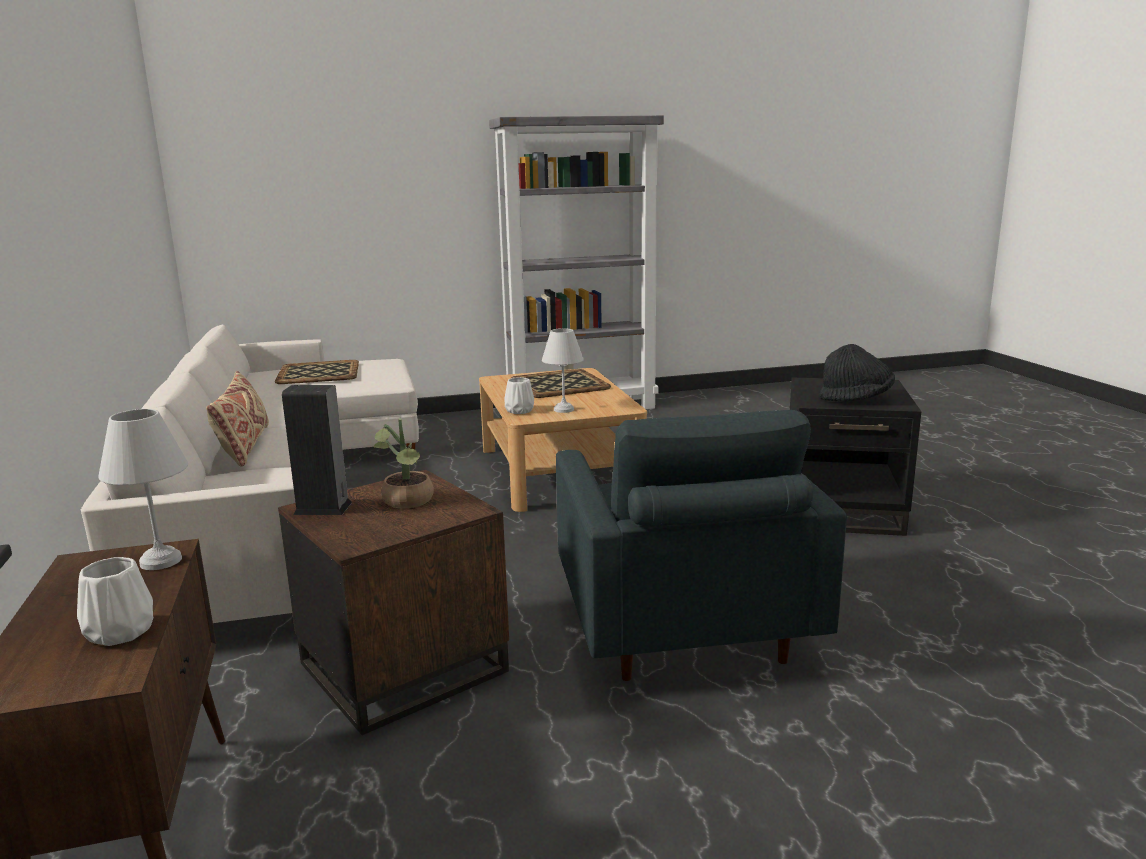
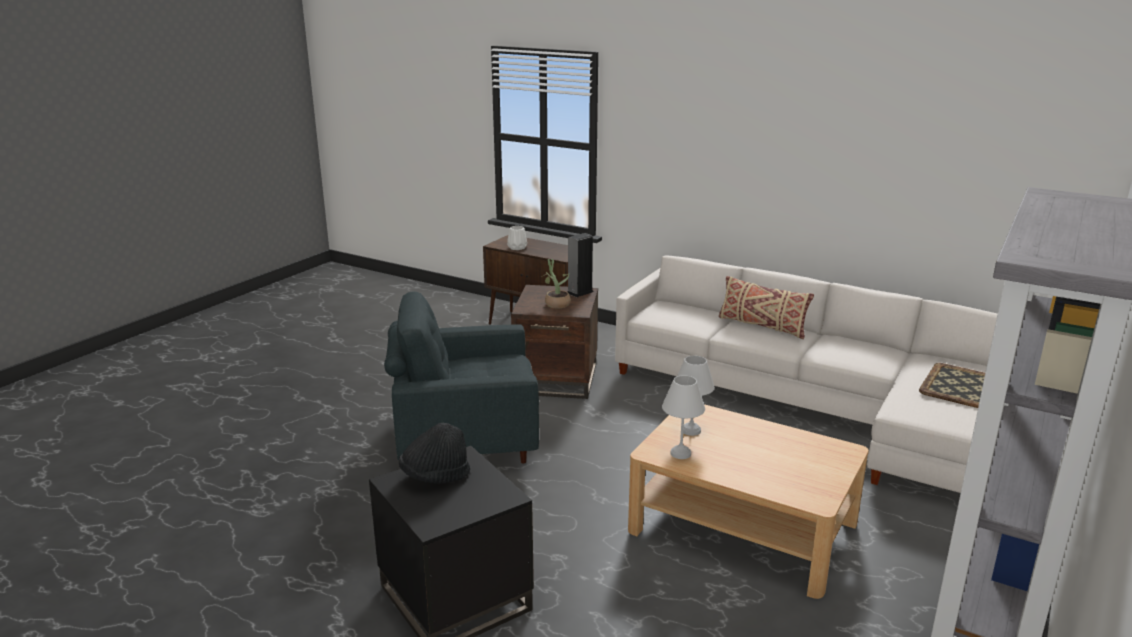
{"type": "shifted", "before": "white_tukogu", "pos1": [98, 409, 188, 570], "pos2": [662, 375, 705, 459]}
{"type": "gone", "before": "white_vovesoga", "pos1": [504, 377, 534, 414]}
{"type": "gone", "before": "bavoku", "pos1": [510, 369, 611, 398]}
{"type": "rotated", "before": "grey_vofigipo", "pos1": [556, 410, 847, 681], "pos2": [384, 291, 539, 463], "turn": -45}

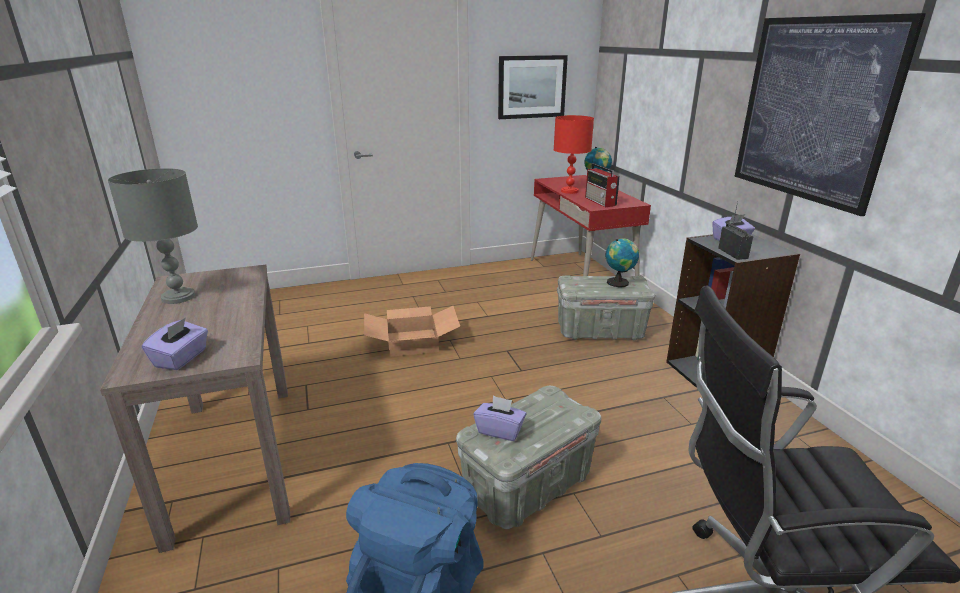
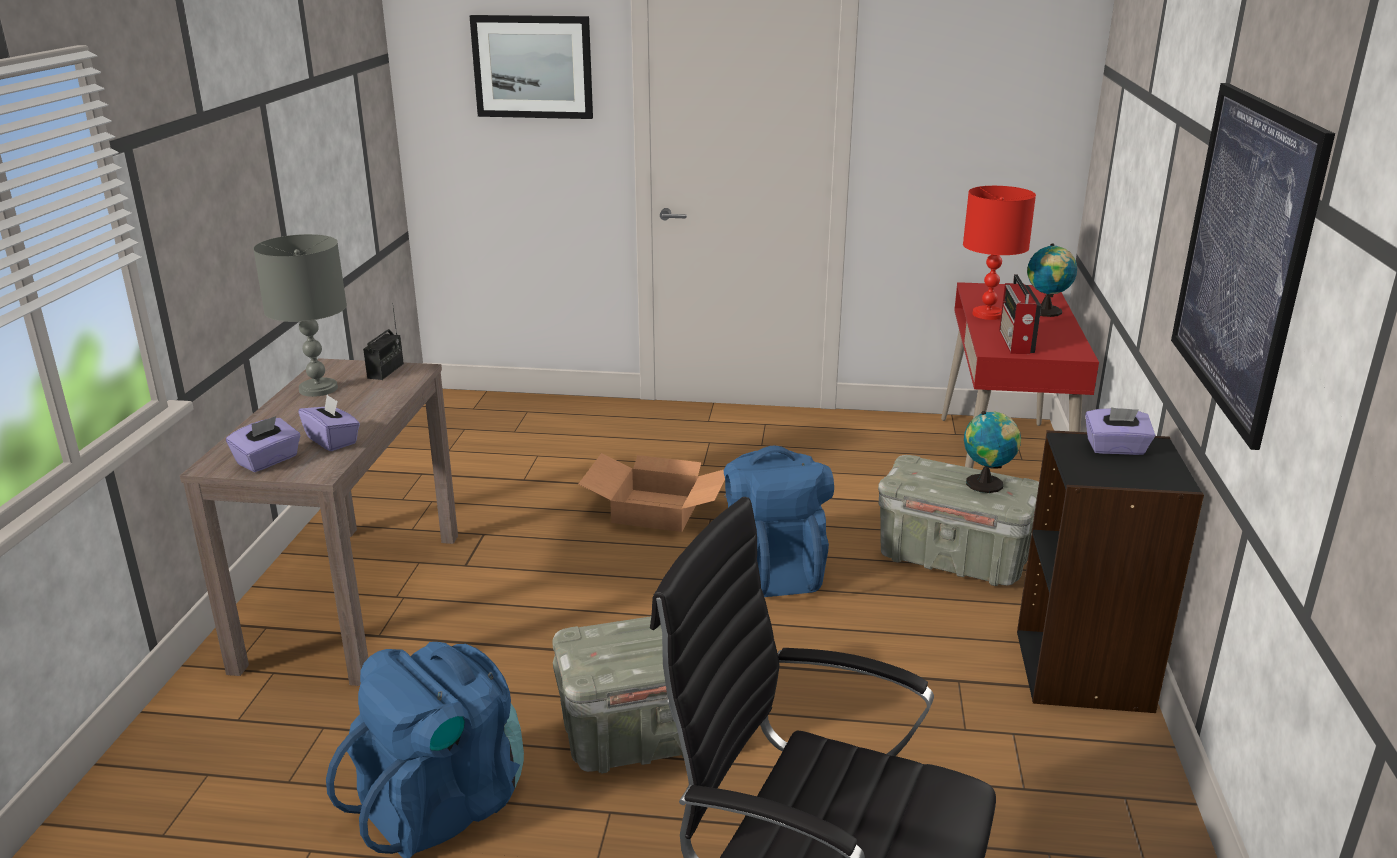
{"type": "shifted", "before": "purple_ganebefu", "pos1": [474, 396, 526, 441], "pos2": [298, 394, 360, 451]}
{"type": "shifted", "before": "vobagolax", "pos1": [498, 55, 568, 119], "pos2": [470, 15, 593, 119]}
{"type": "shifted", "before": "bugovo", "pos1": [718, 201, 753, 260], "pos2": [363, 302, 404, 380]}
{"type": "new", "after": "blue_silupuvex", "pos2": [724, 446, 834, 597]}

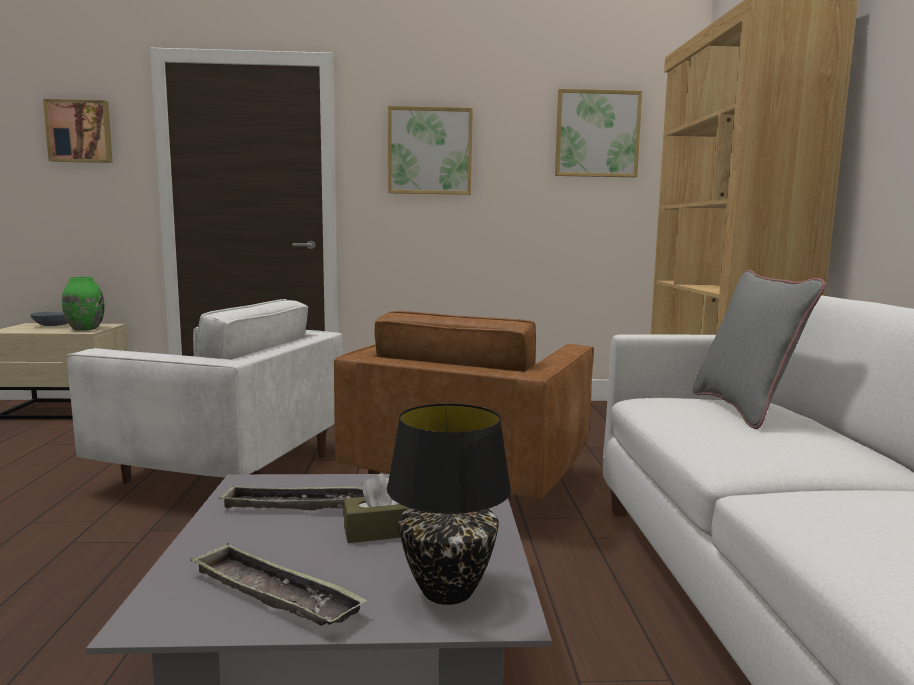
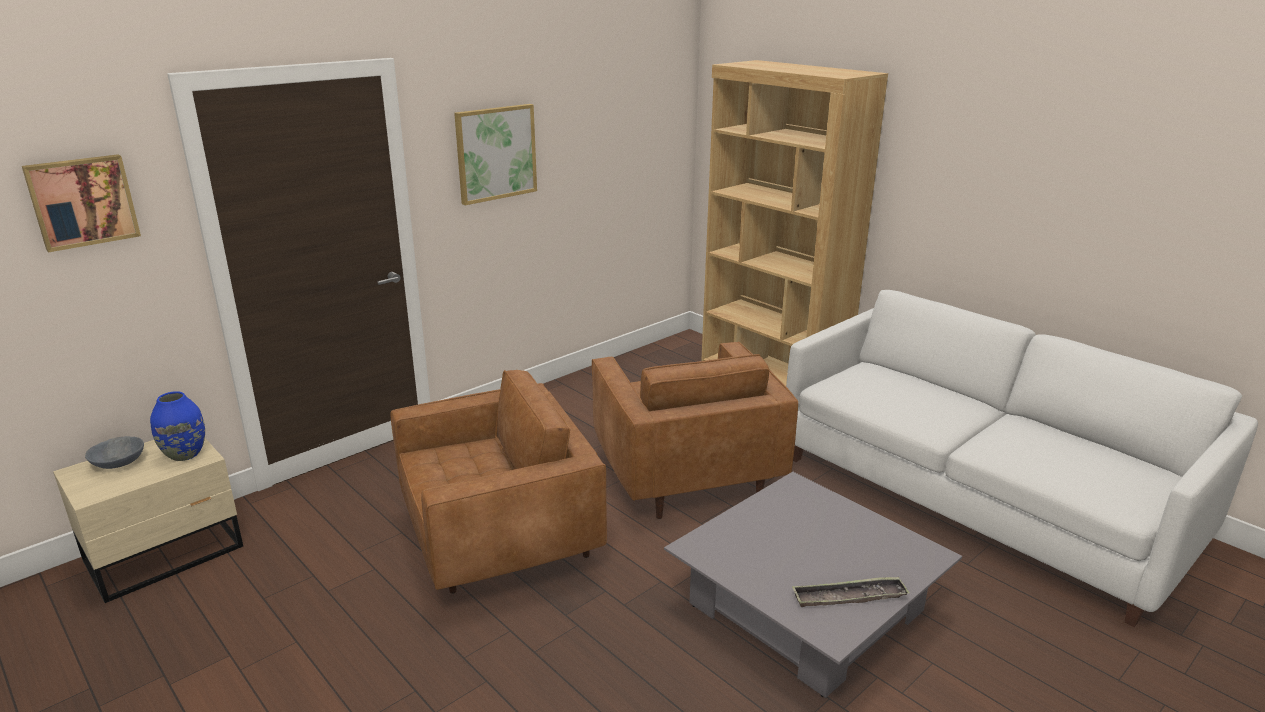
{"type": "repainted", "before": "green_vovesoga", "after": "blue_vovesoga", "pos1": [62, 277, 105, 331], "pos2": [150, 391, 205, 461]}
{"type": "repainted", "before": "white_vofigipo", "after": "brown_vofigipo", "pos1": [67, 299, 343, 484], "pos2": [390, 370, 607, 594]}
{"type": "gone", "before": "bavoku", "pos1": [218, 485, 364, 510]}
{"type": "gone", "before": "brown_ganebefu", "pos1": [343, 474, 408, 543]}
{"type": "gone", "before": "black_tukogu", "pos1": [387, 403, 511, 605]}
{"type": "gone", "before": "vobagolax", "pos1": [555, 89, 642, 177]}
{"type": "gone", "before": "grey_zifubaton", "pos1": [693, 270, 826, 429]}

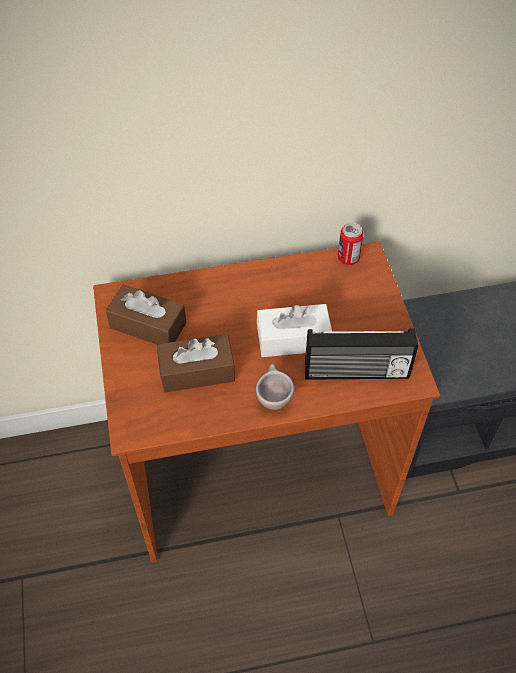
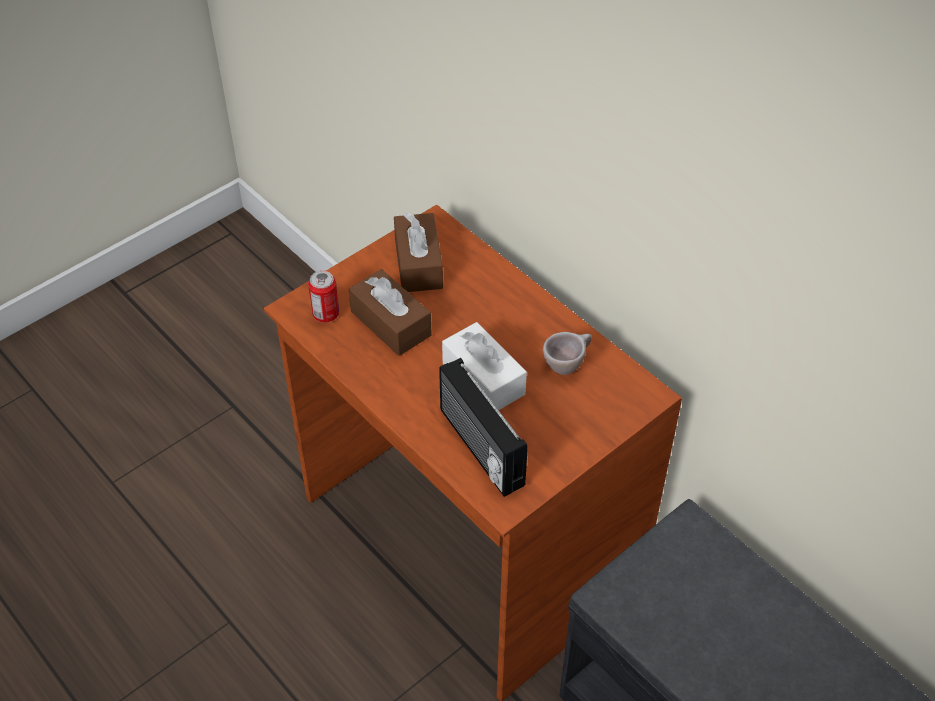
{"type": "shifted", "before": "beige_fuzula", "pos1": [256, 364, 294, 410], "pos2": [543, 332, 592, 375]}
{"type": "shifted", "before": "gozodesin", "pos1": [338, 223, 364, 265], "pos2": [308, 271, 339, 322]}

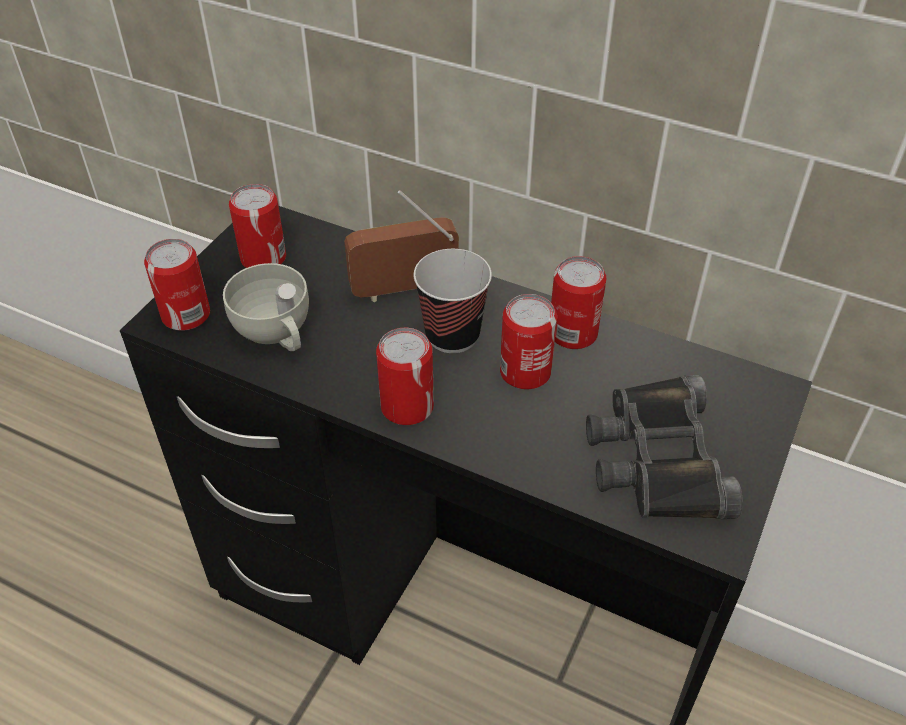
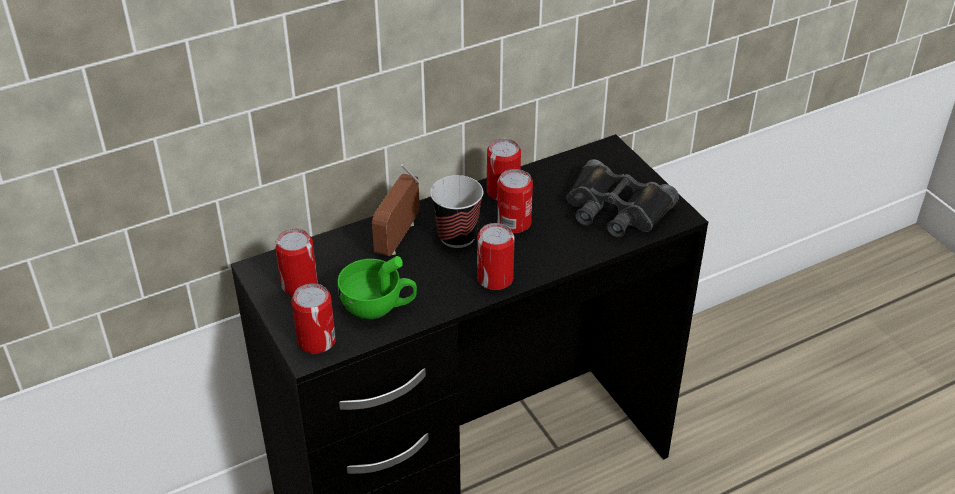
{"type": "repainted", "before": "white_fuzula", "after": "green_fuzula", "pos1": [223, 263, 309, 351], "pos2": [338, 256, 417, 319]}

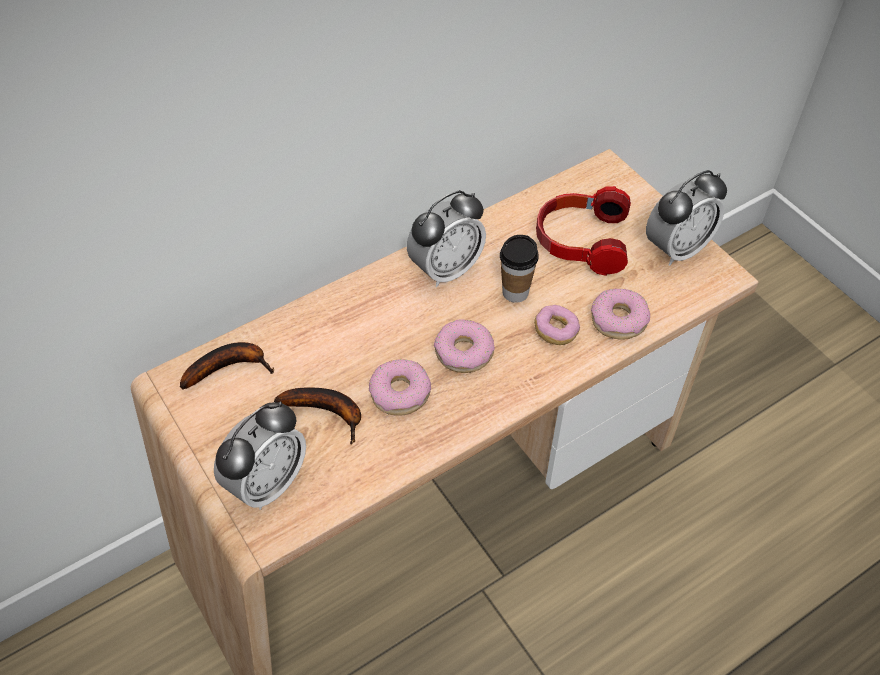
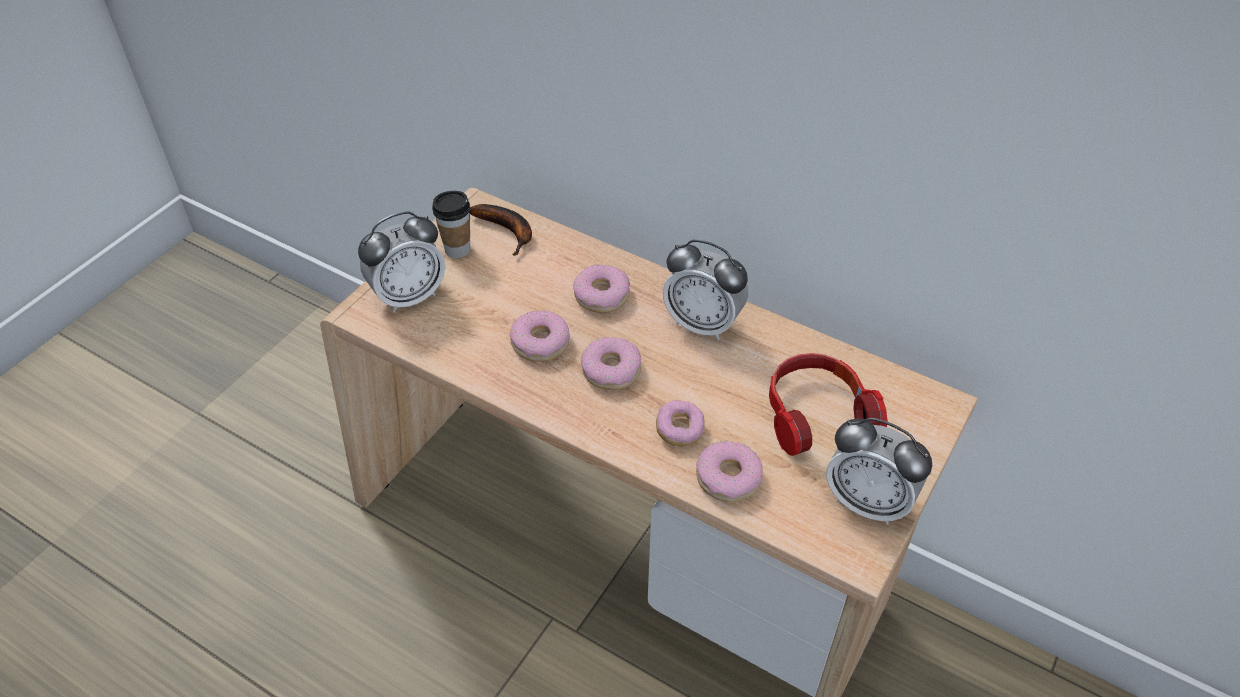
{"type": "rotated", "before": "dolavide", "pos1": [214, 401, 306, 510], "pos2": [358, 211, 445, 313], "turn": -45}
{"type": "gone", "before": "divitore", "pos1": [274, 387, 361, 445]}
{"type": "shifted", "before": "fuzula", "pos1": [500, 235, 539, 303], "pos2": [432, 191, 471, 258]}
{"type": "new", "after": "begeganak", "pos2": [573, 264, 630, 313]}

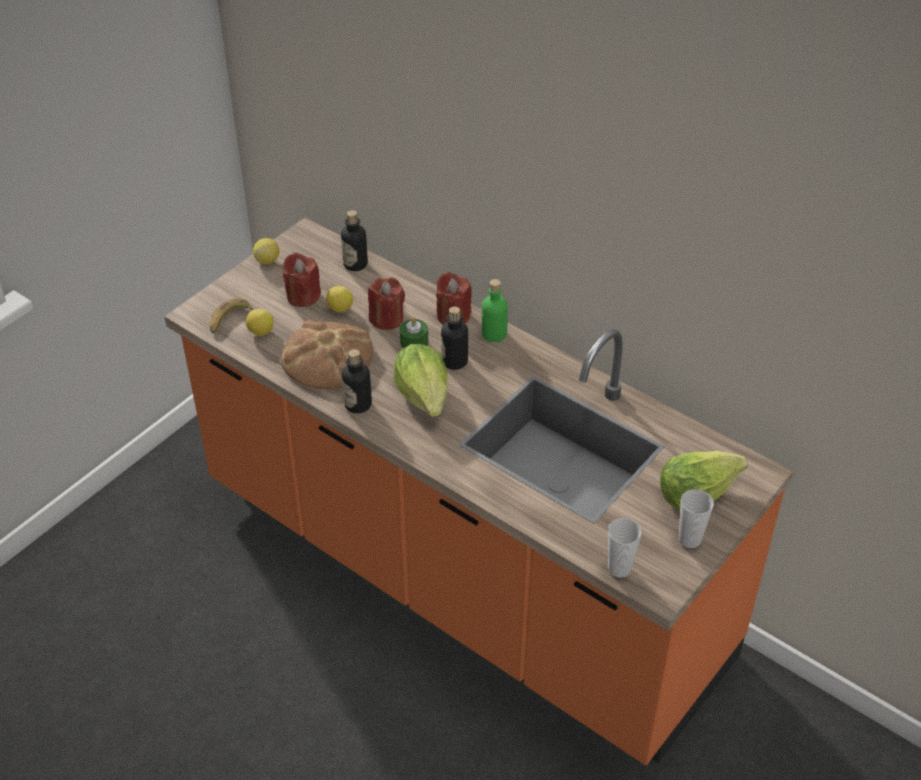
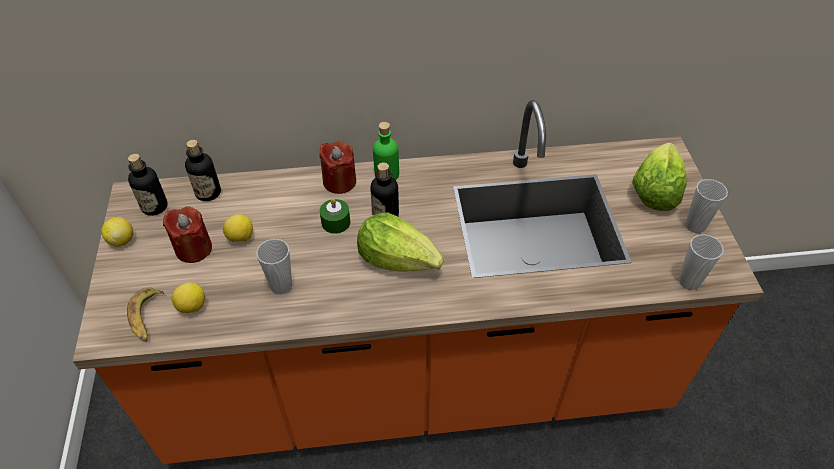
{"type": "swapped", "before": "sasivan", "after": "fuzula", "pos1": [281, 320, 373, 389], "pos2": [256, 239, 292, 295]}
{"type": "shifted", "before": "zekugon", "pos1": [342, 349, 372, 413], "pos2": [128, 154, 168, 216]}
{"type": "gone", "before": "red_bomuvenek", "pos1": [368, 277, 405, 330]}

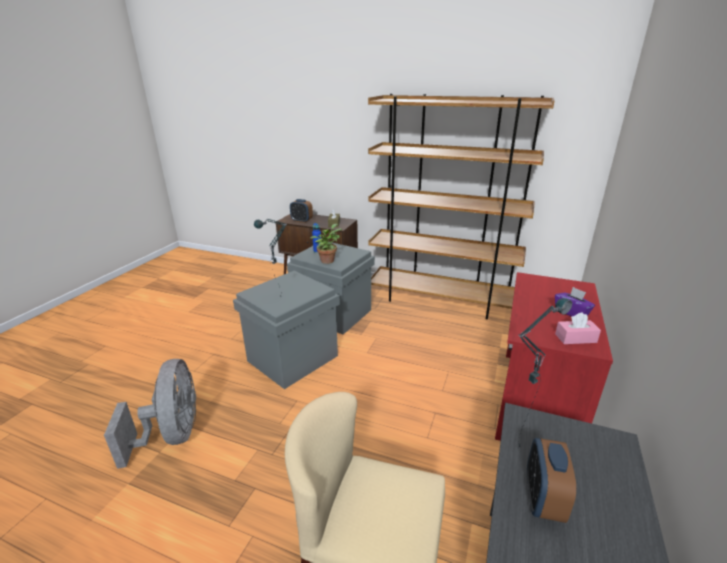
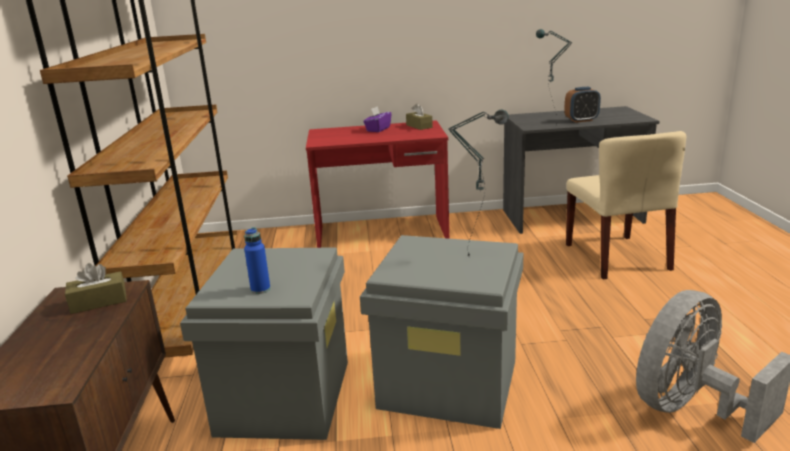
{"type": "gone", "before": "dolavide", "pos1": [290, 199, 313, 223]}
{"type": "gone", "before": "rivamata", "pos1": [310, 224, 342, 264]}
{"type": "repainted", "before": "pink_ganebefu", "after": "brown_ganebefu", "pos1": [555, 312, 601, 344], "pos2": [406, 103, 433, 130]}

